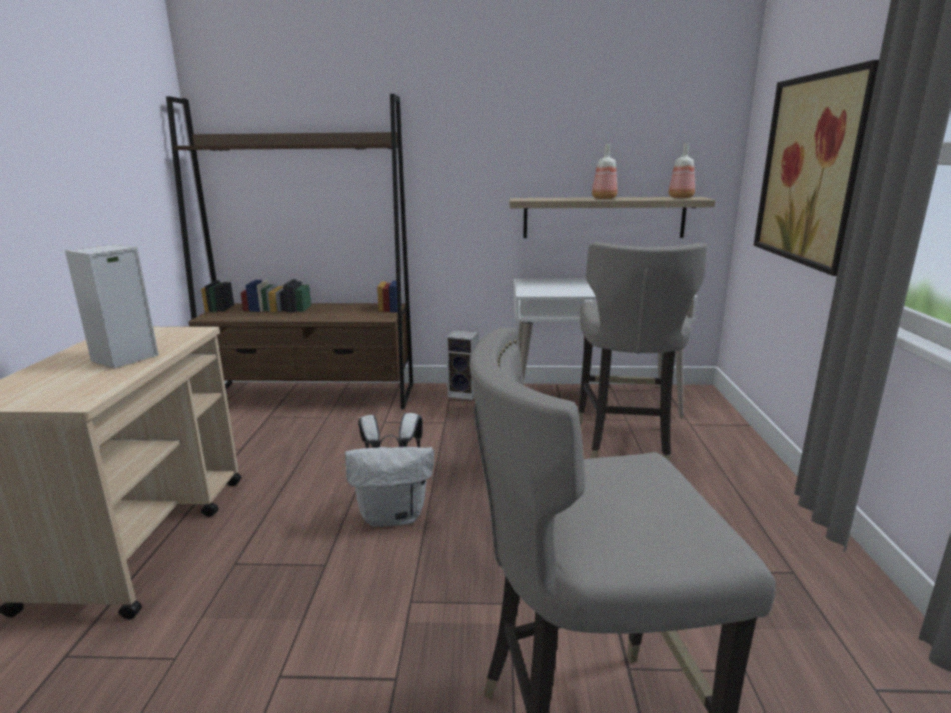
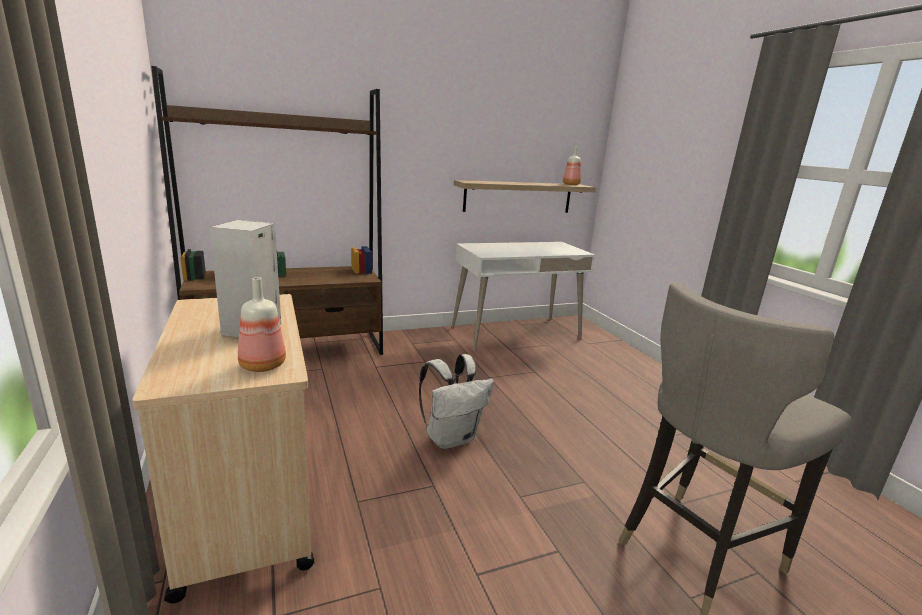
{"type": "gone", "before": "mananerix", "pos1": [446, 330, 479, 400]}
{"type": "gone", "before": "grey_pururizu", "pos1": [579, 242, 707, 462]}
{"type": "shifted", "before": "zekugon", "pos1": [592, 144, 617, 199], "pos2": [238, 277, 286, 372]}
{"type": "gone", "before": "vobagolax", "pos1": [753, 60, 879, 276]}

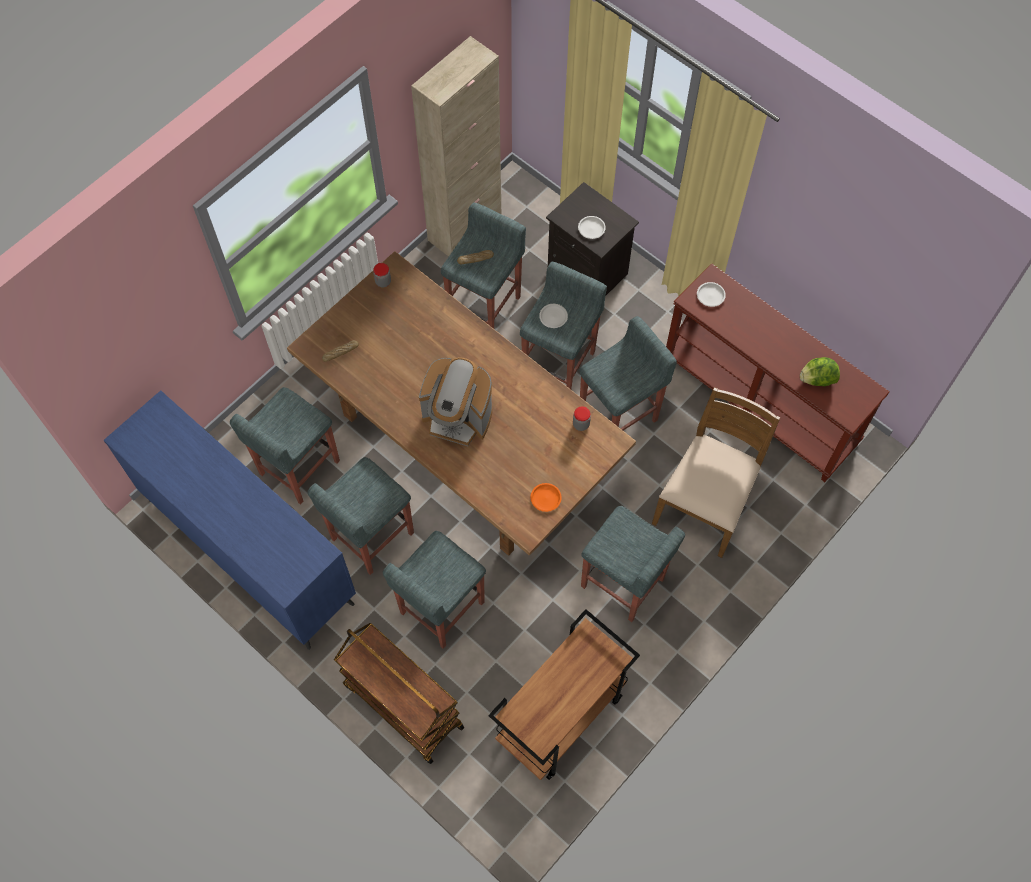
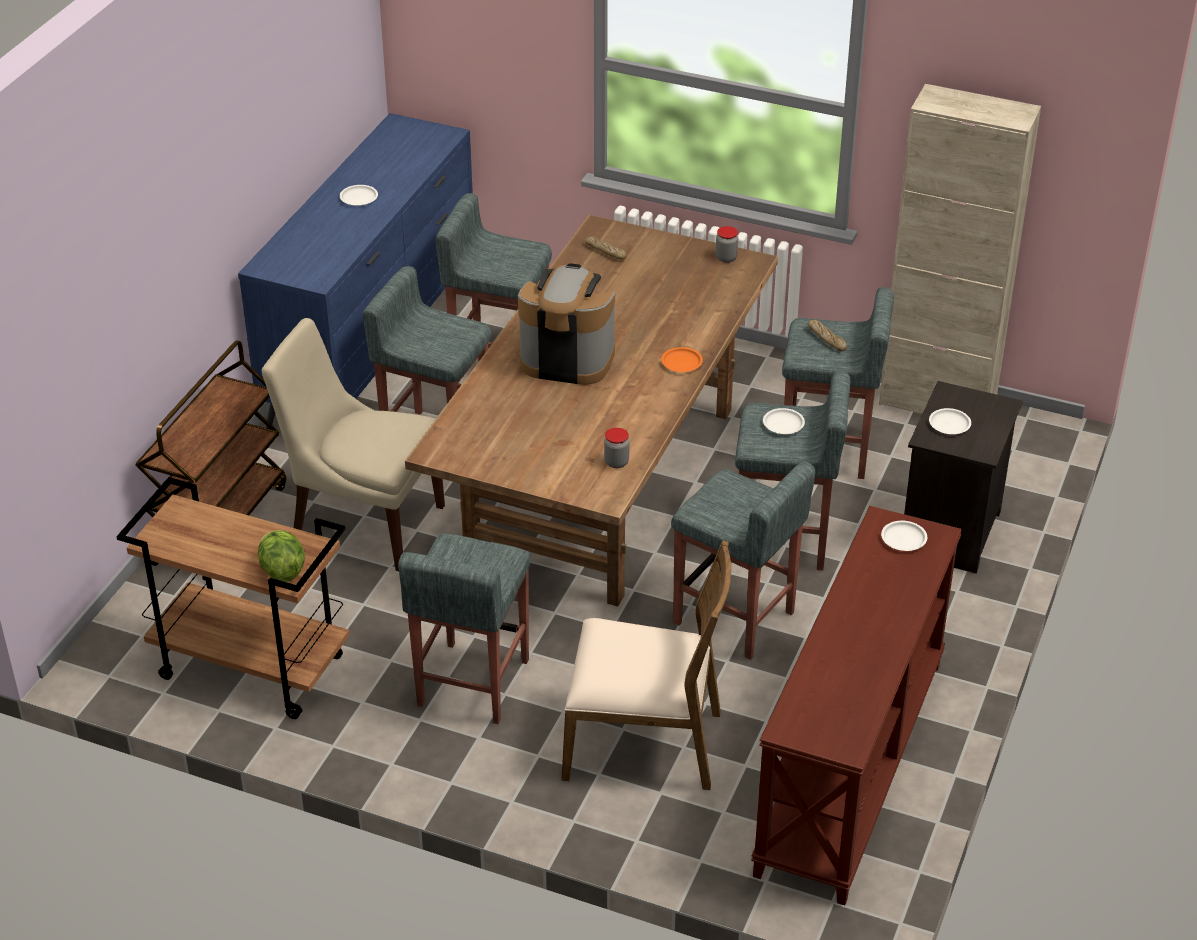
{"type": "swapped", "before": "grey_pururizu", "after": "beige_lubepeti", "pos1": [383, 531, 486, 648], "pos2": [262, 318, 445, 571]}
{"type": "rotated", "before": "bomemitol", "pos1": [419, 357, 492, 446], "pos2": [518, 263, 615, 385], "turn": 105}
{"type": "shifted", "before": "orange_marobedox", "pos1": [530, 483, 561, 512], "pos2": [661, 347, 703, 372]}
{"type": "shifted", "before": "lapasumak", "pos1": [800, 357, 840, 386], "pos2": [258, 530, 305, 582]}
{"type": "new", "after": "white_marobedox", "pos2": [340, 185, 378, 206]}

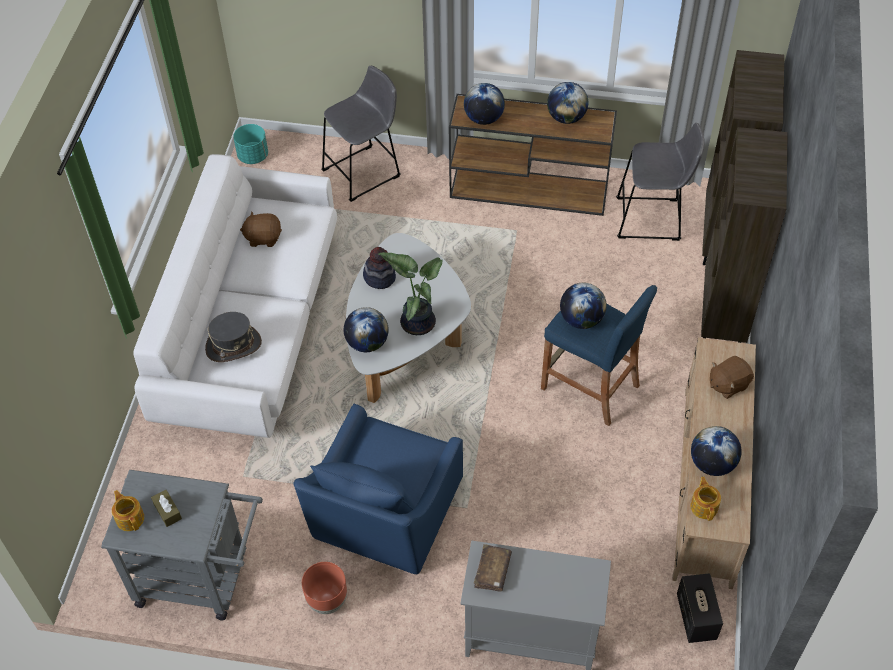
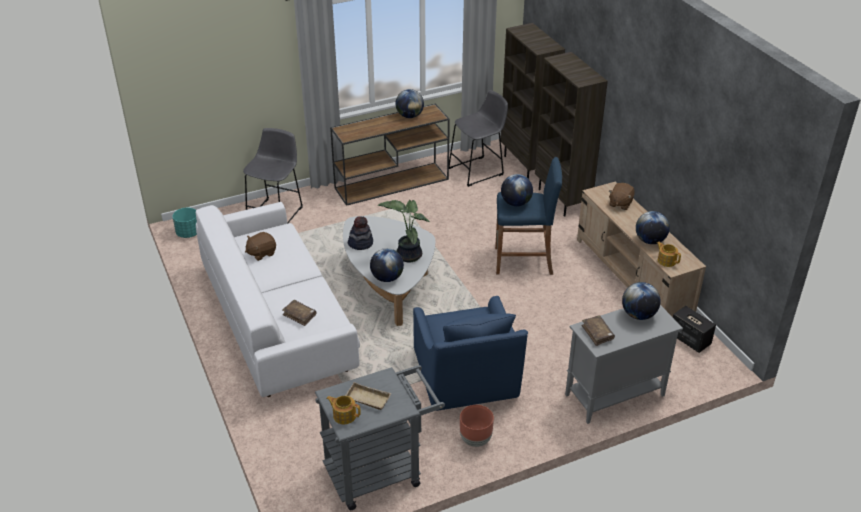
{"type": "swapped", "before": "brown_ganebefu", "after": "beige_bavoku", "pos1": [151, 490, 182, 527], "pos2": [345, 382, 391, 410]}
{"type": "swapped", "before": "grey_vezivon", "after": "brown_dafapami", "pos1": [205, 312, 262, 362], "pos2": [282, 300, 316, 326]}
{"type": "shifted", "before": "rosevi", "pos1": [464, 83, 505, 125], "pos2": [622, 282, 661, 320]}

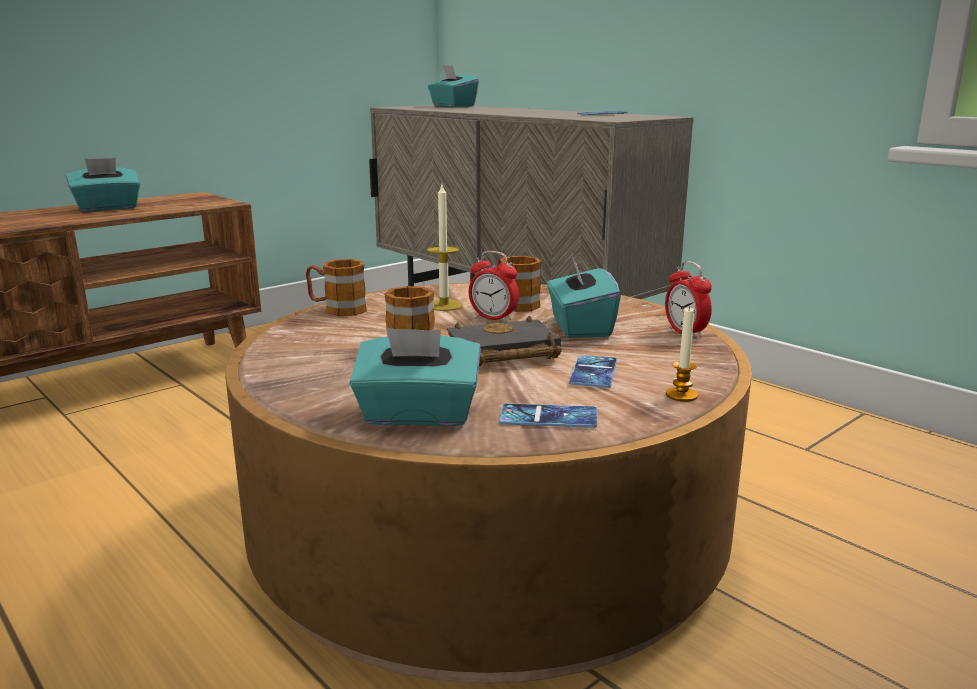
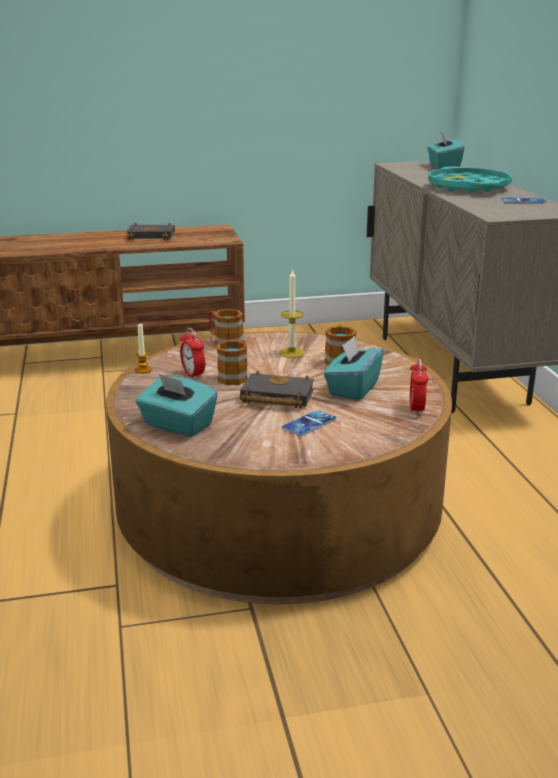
{"type": "swapped", "before": "turquoise_ganebefu", "after": "black_dafapami", "pos1": [66, 158, 140, 212], "pos2": [126, 222, 175, 240]}
{"type": "shifted", "before": "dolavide", "pos1": [469, 251, 519, 322], "pos2": [180, 328, 205, 380]}
{"type": "gone", "before": "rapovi", "pos1": [499, 403, 597, 428]}
{"type": "shifted", "before": "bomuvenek", "pos1": [666, 306, 698, 402], "pos2": [135, 324, 152, 374]}
{"type": "new", "after": "turquoise_bavoku", "pos2": [428, 167, 512, 193]}

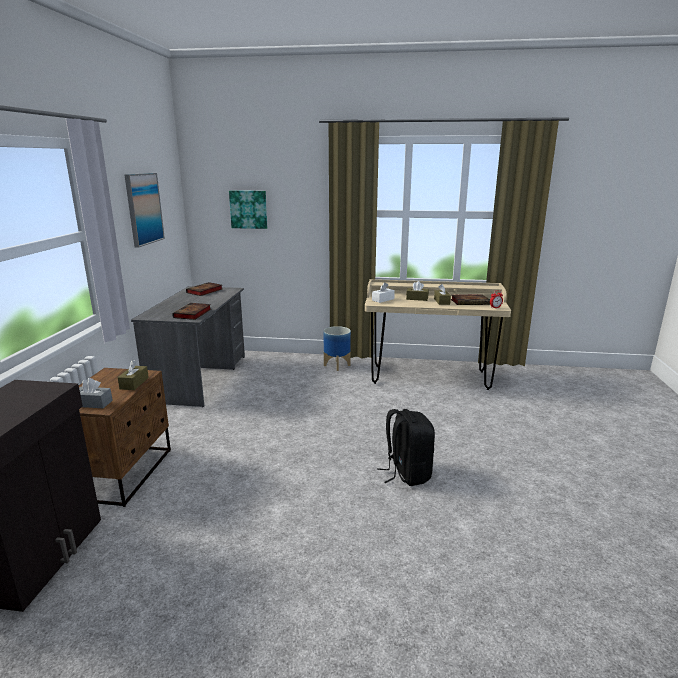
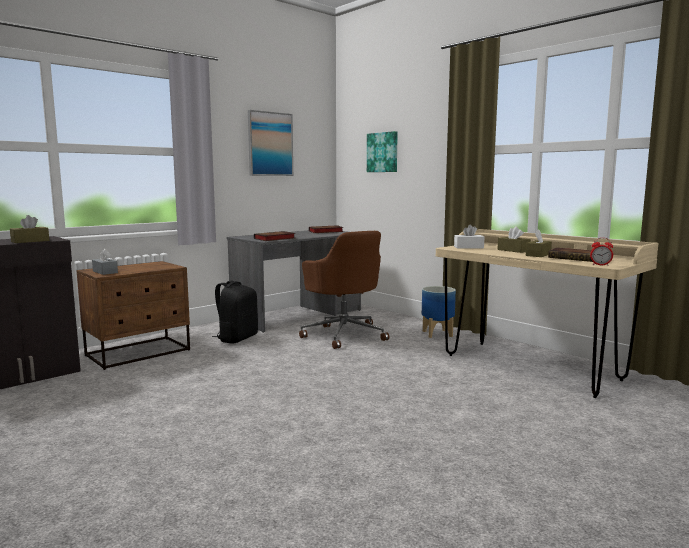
{"type": "shifted", "before": "brown_ganebefu", "pos1": [117, 360, 149, 390], "pos2": [10, 215, 49, 243]}
{"type": "shifted", "before": "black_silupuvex", "pos1": [377, 409, 435, 486], "pos2": [212, 280, 258, 344]}
{"type": "new", "after": "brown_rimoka", "pos2": [299, 231, 389, 349]}

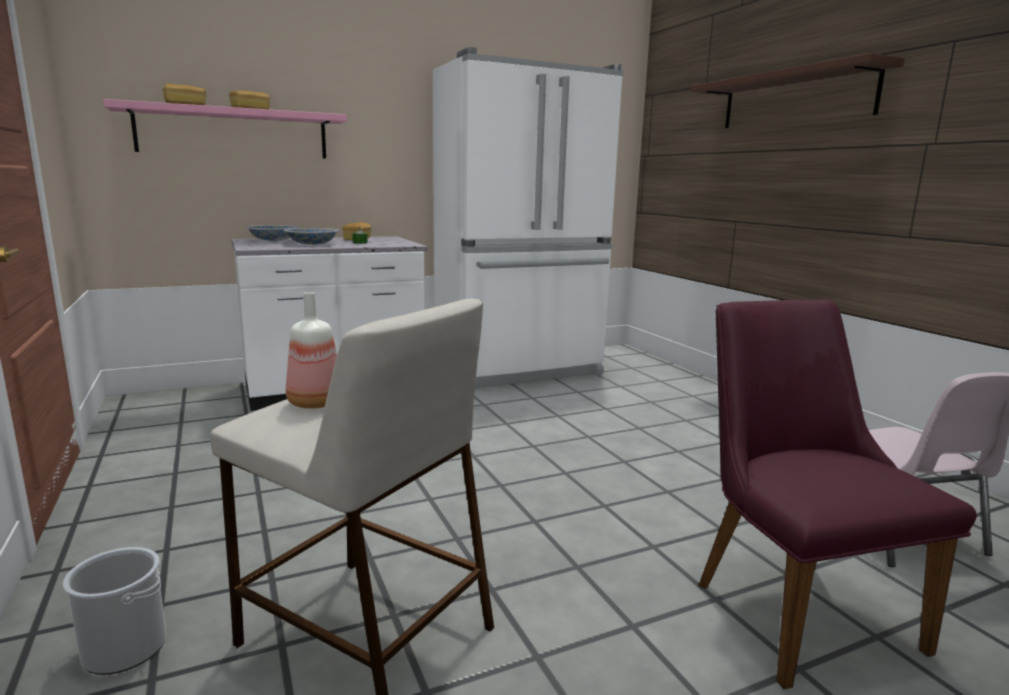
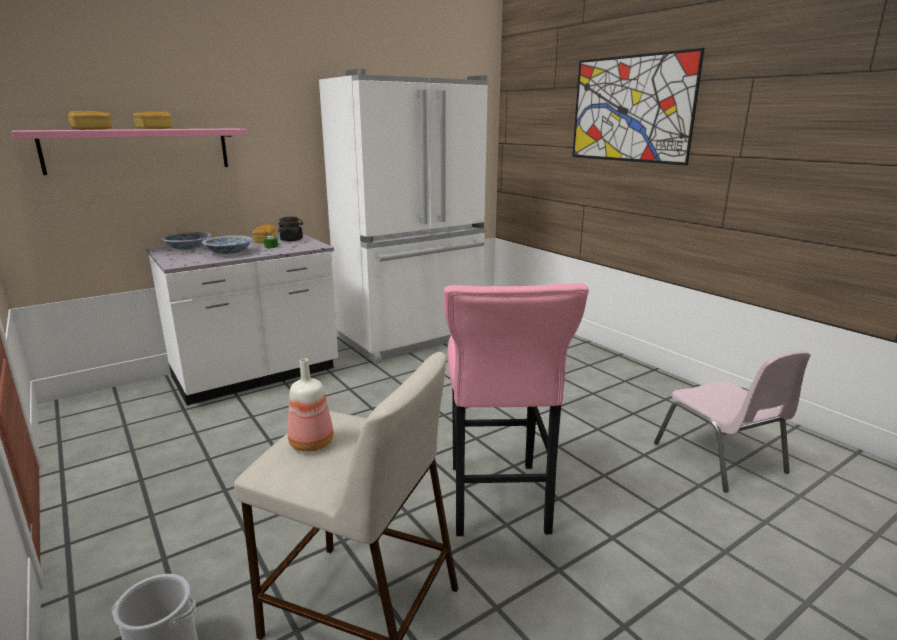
{"type": "swapped", "before": "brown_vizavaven", "after": "vobagolax", "pos1": [691, 53, 905, 128], "pos2": [572, 48, 704, 166]}
{"type": "gone", "before": "purple_lubepeti", "pos1": [698, 300, 977, 689]}
{"type": "new", "after": "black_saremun", "pos2": [278, 217, 303, 241]}
{"type": "new", "after": "pink_pururizu", "pos2": [443, 283, 589, 536]}

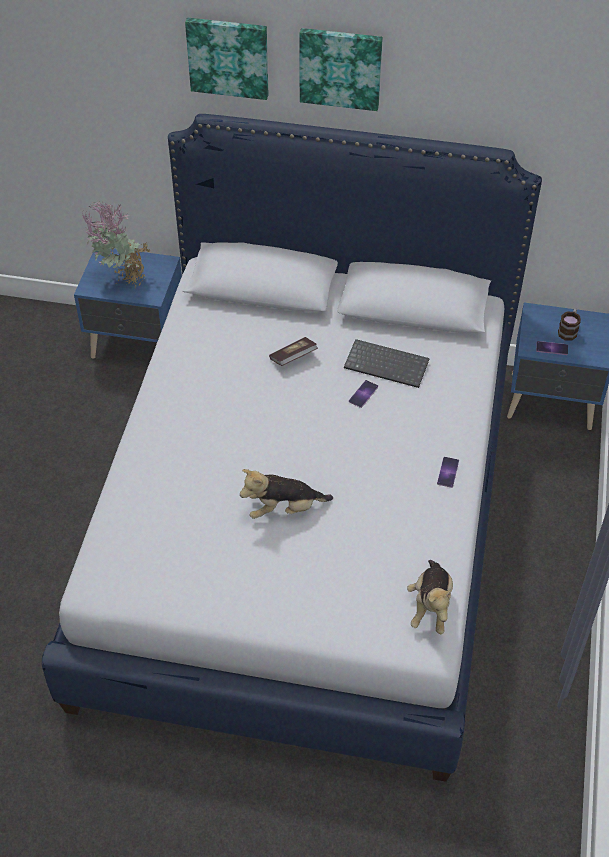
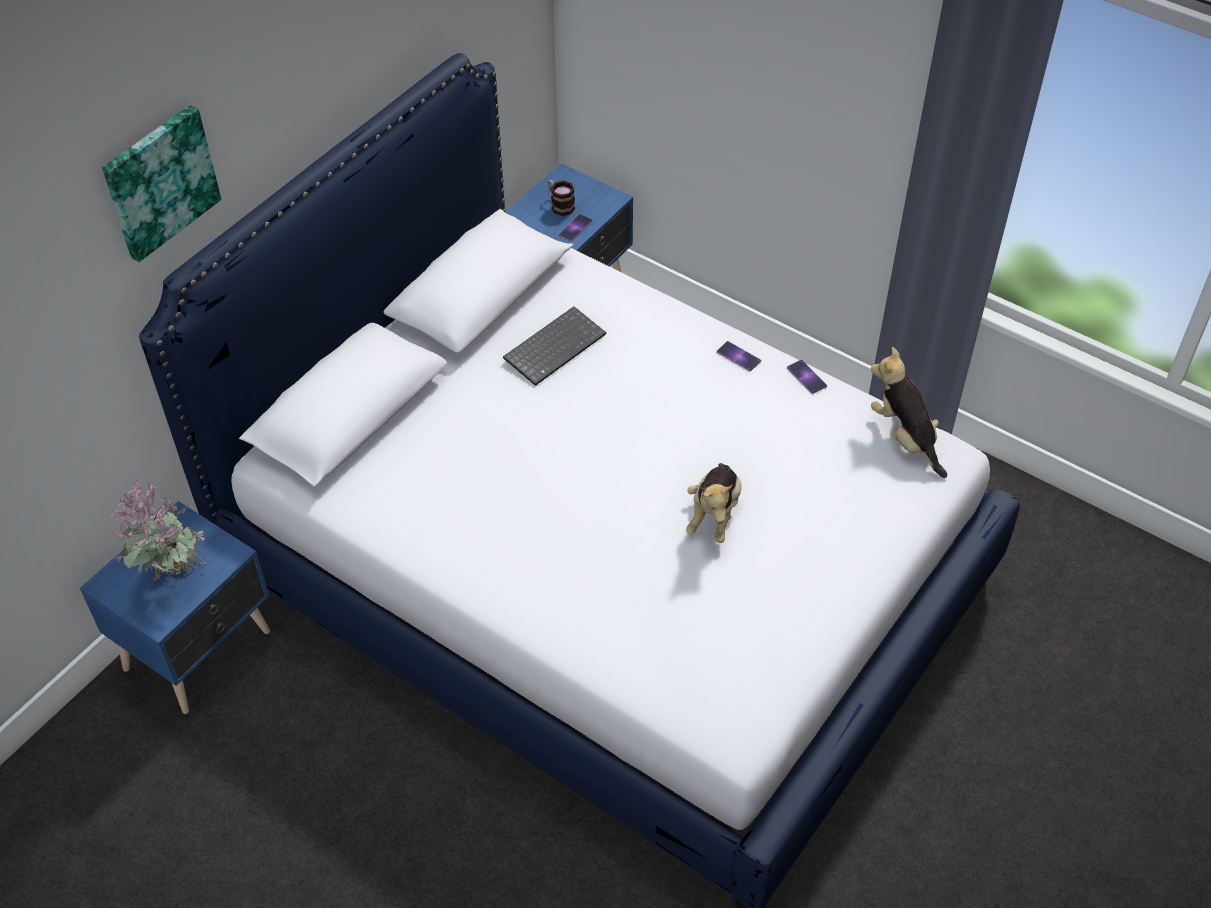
{"type": "gone", "before": "dafapami", "pos1": [269, 337, 318, 366]}
{"type": "gone", "before": "vobagolax", "pos1": [299, 28, 383, 111]}
{"type": "shifted", "before": "rapovi", "pos1": [349, 380, 378, 408], "pos2": [787, 360, 827, 394]}
{"type": "rotated", "before": "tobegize", "pos1": [407, 560, 453, 634], "pos2": [871, 347, 947, 478], "turn": -150}

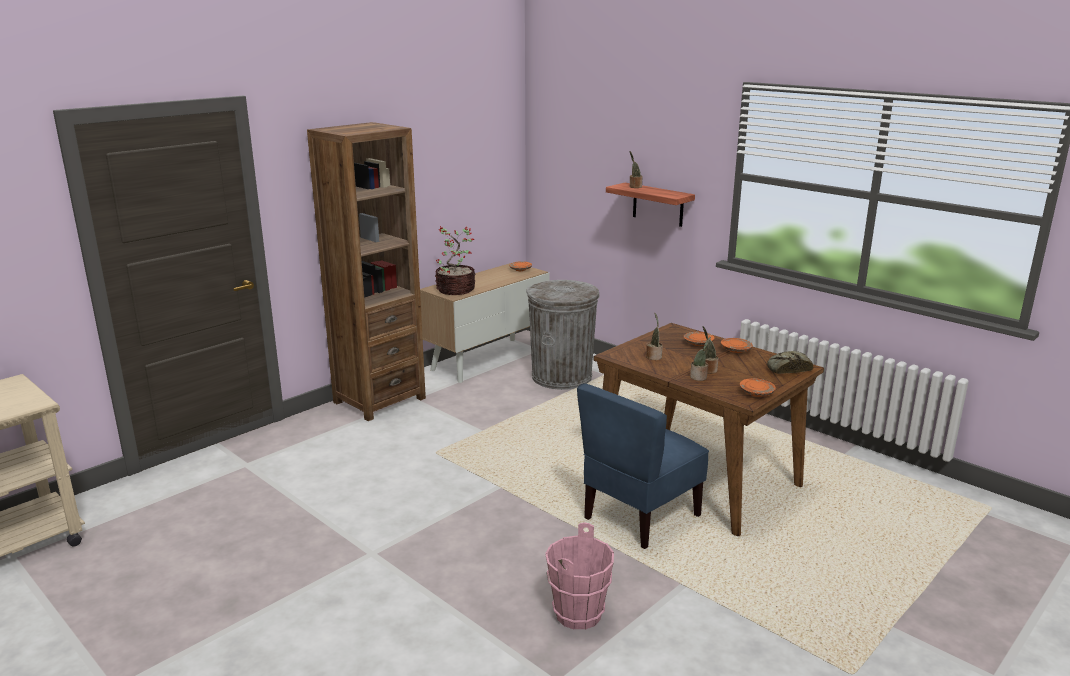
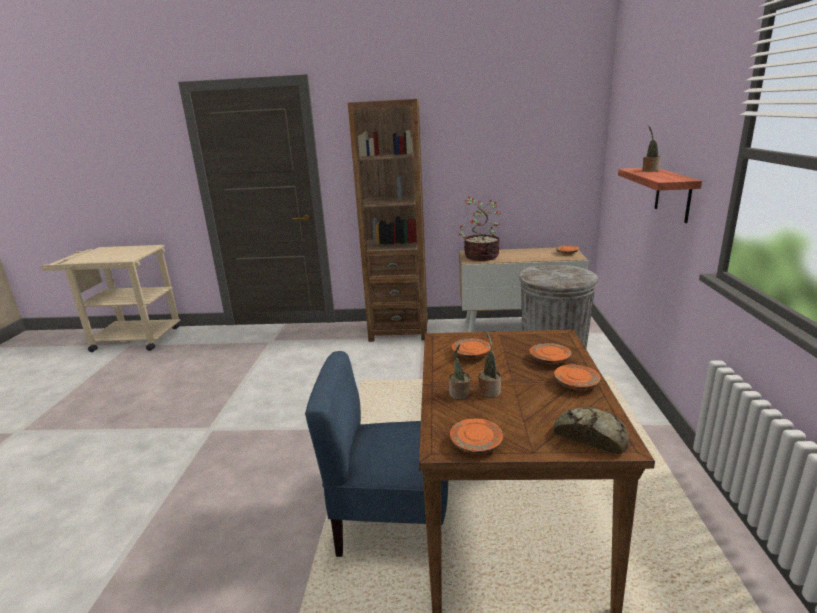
{"type": "gone", "before": "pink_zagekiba", "pos1": [545, 522, 614, 630]}
{"type": "swapped", "before": "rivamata", "after": "orange_marobedox", "pos1": [646, 313, 663, 360], "pos2": [452, 338, 491, 359]}

